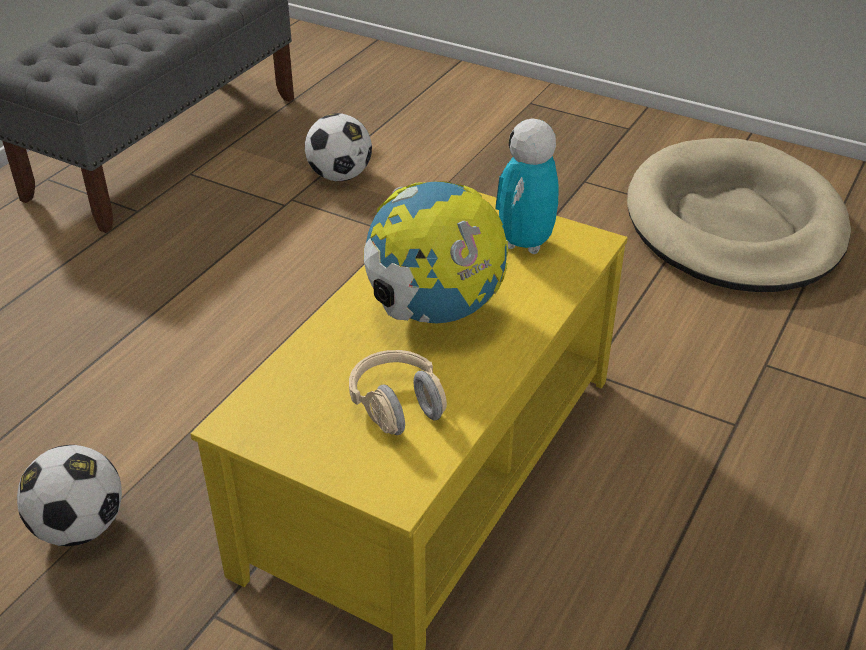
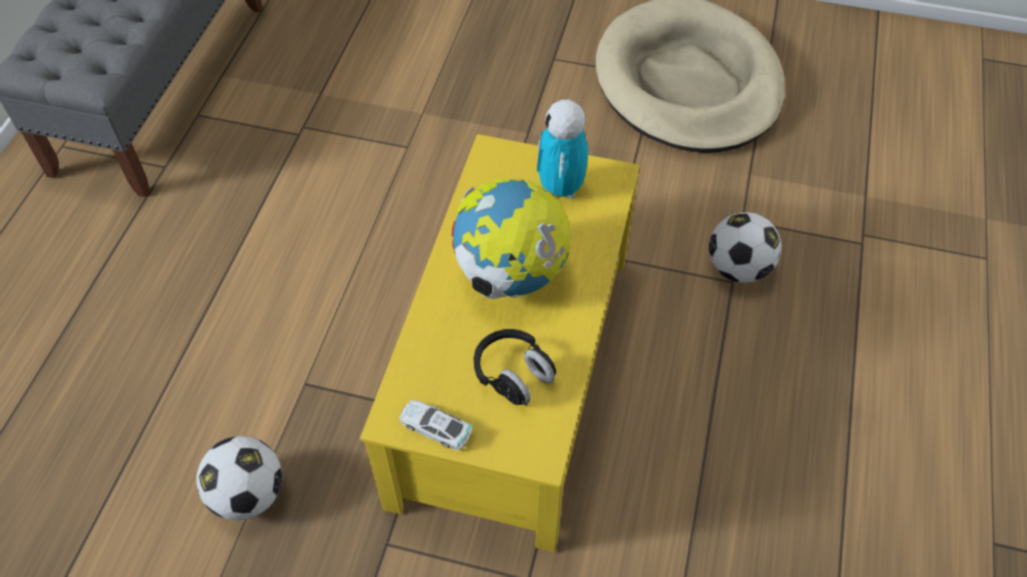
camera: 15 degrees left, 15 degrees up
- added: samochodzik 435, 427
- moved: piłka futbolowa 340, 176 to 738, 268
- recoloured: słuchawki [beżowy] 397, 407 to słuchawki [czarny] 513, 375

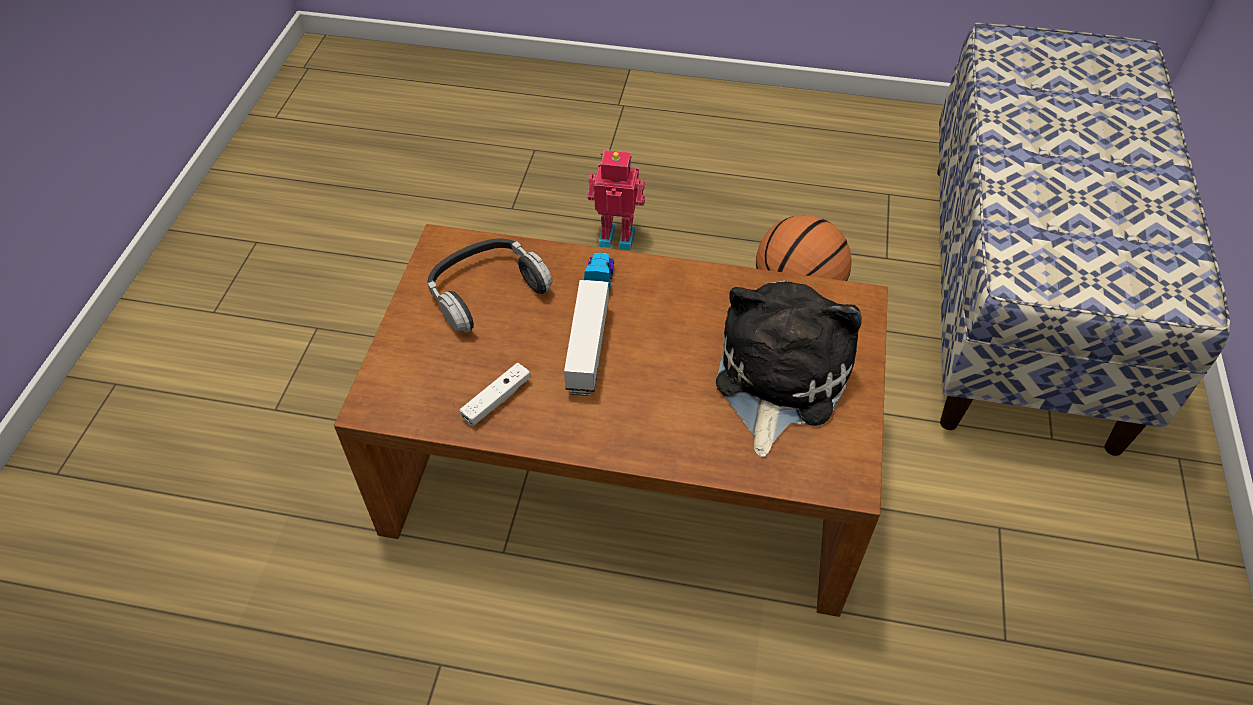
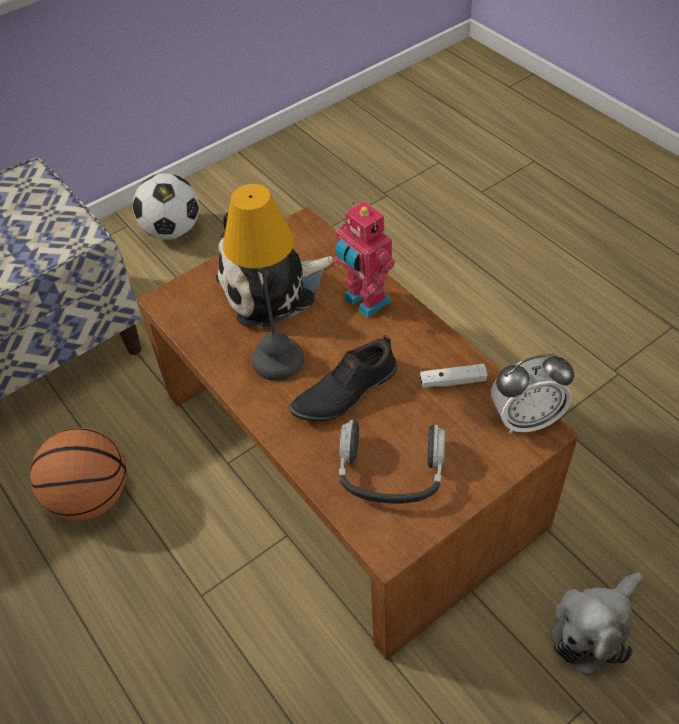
camera: 135 degrees left, 0 degrees up
- added: piłka futbolowa 172, 231
- added: lampa stołowa 279, 359
- added: budzik 525, 419
- added: pluszak 593, 628
- moved: robot zabawkowy 617, 236 to 364, 301
- replaced: ciężarówka zabawkowa 591, 328 to but [czarny] 344, 391

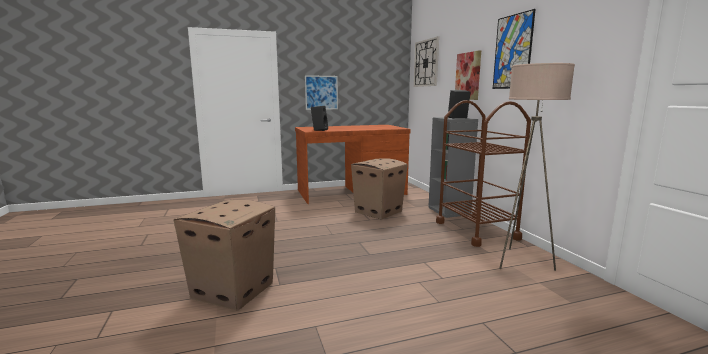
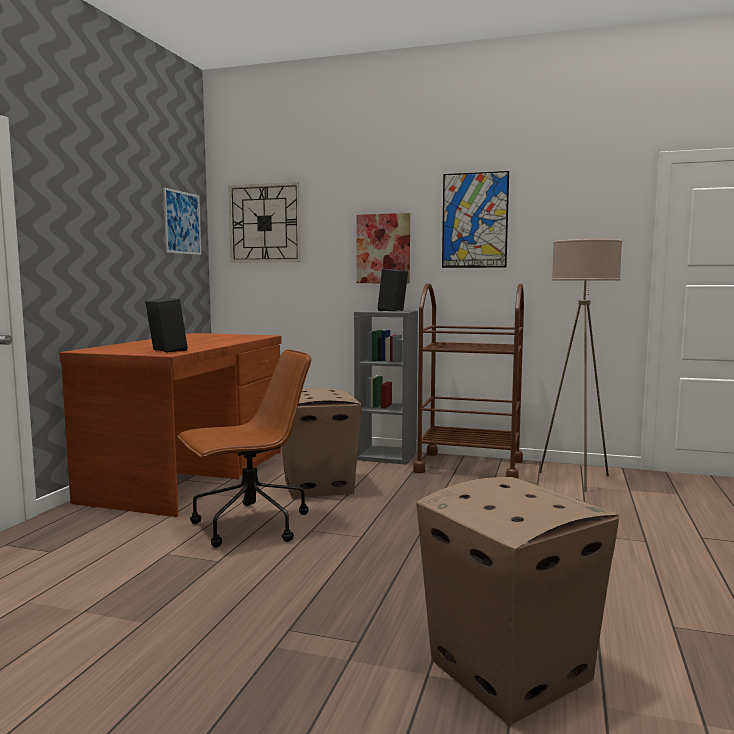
camera: 55 degrees left, 5 degrees down
- added: krzesło biurowe [brązowy] 249, 526
- moved: obraz 321, 92 to 182, 222

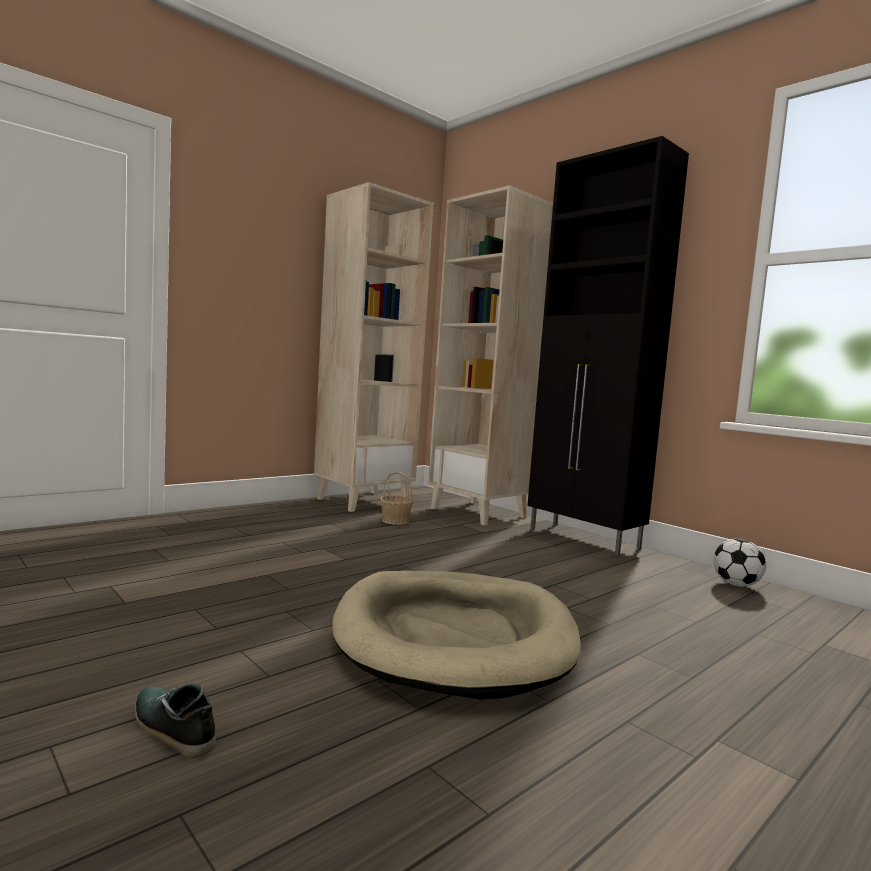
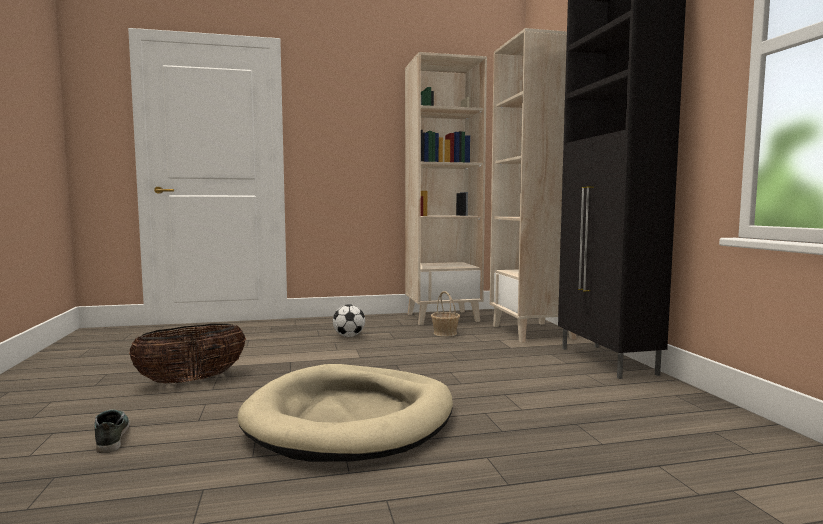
camera: 30 degrees right, 0 degrees up
- added: koszyk 191, 380
- moved: piłka futbolowa 736, 585 to 349, 336

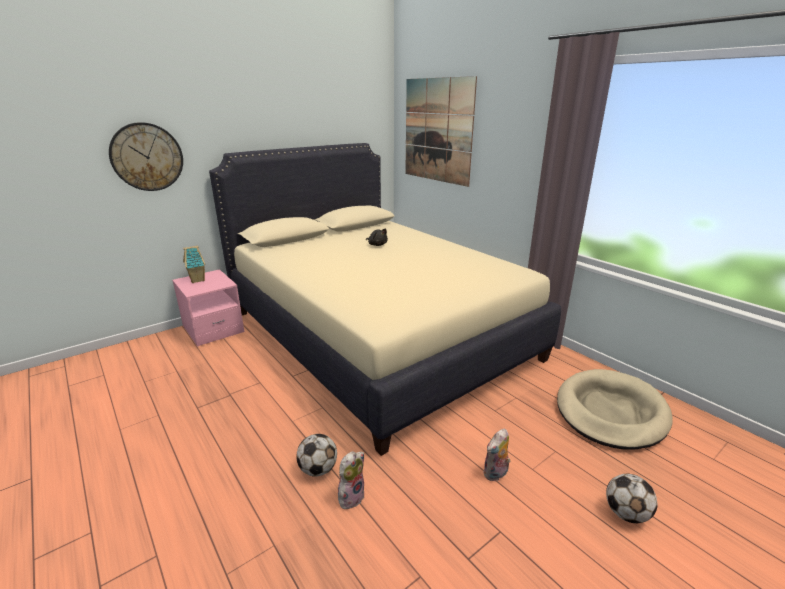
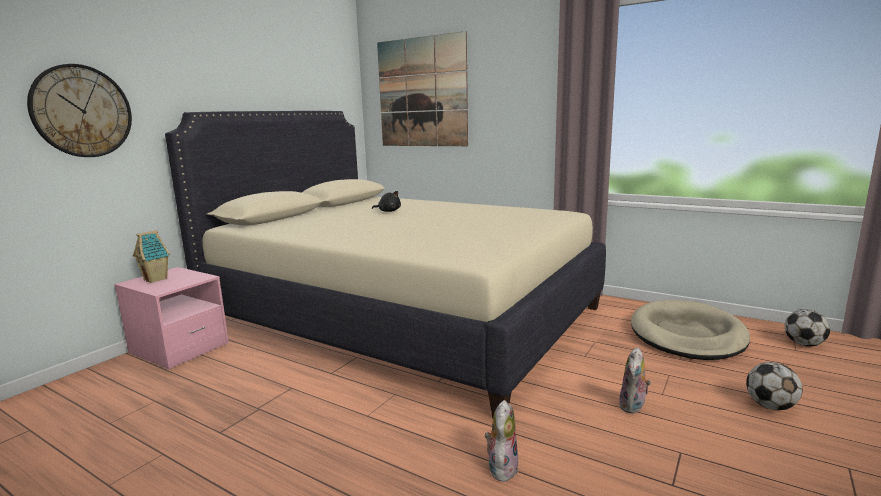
camera: 20 degrees left, 10 degrees down
- moved: piłka futbolowa 318, 469 to 804, 344

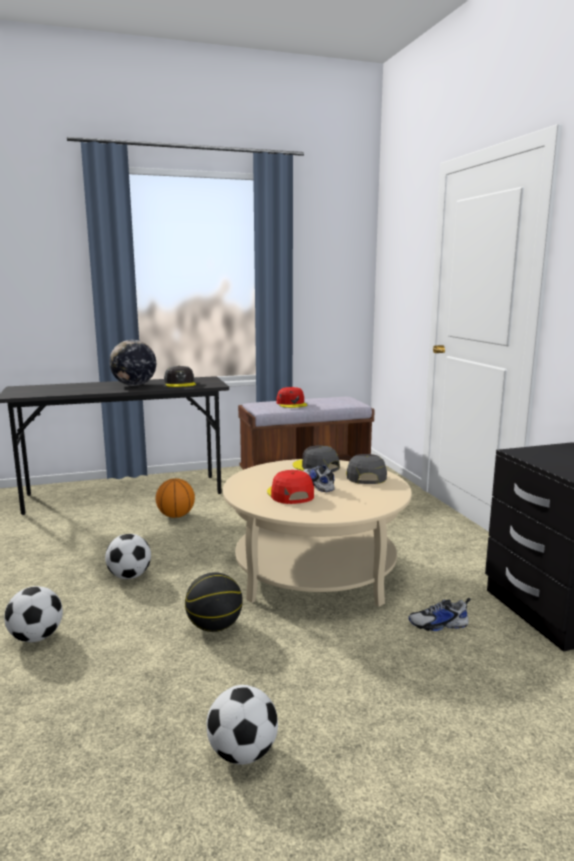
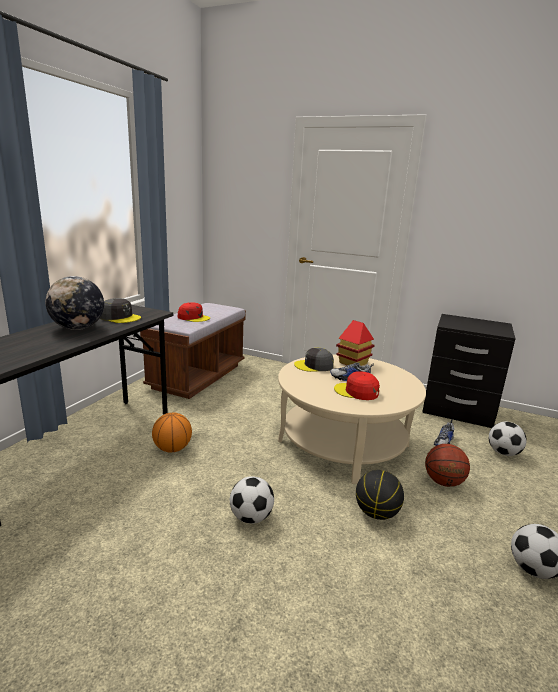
camera: 50 degrees left, 5 degrees up
- added: piłka do koszykówki 443, 482
- moved: piłka futbolowa 37, 637 to 503, 453
- replaced: czapka z daszkiem [szary] 365, 476 to domek 353, 363

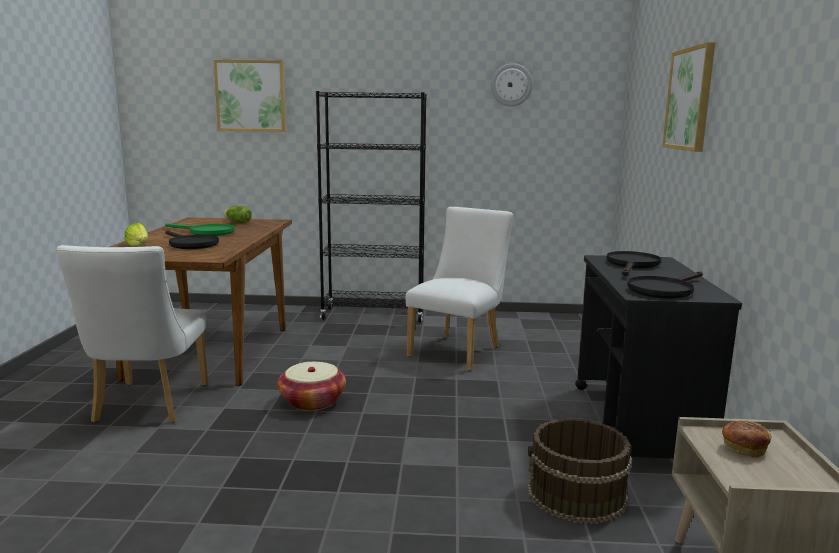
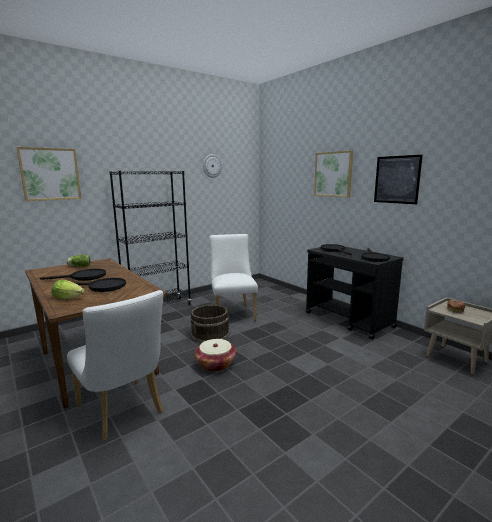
camera: 40 degrees left, 0 degrees up
- added: obraz 397, 179
- moved: wiadro [brązowy] 576, 495 to 210, 334
- recoloured: patelnia [zielony] 206, 232 to patelnia [czarny] 83, 277

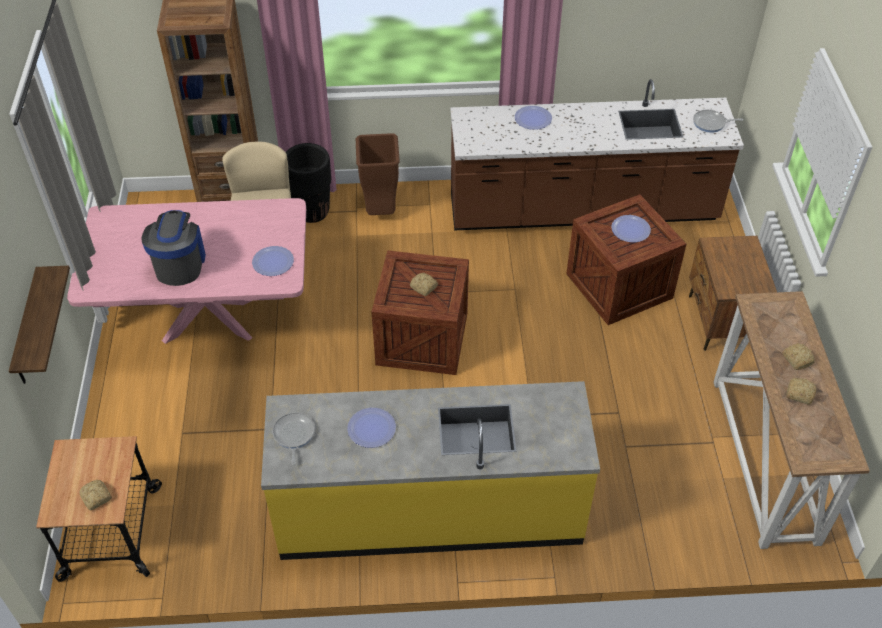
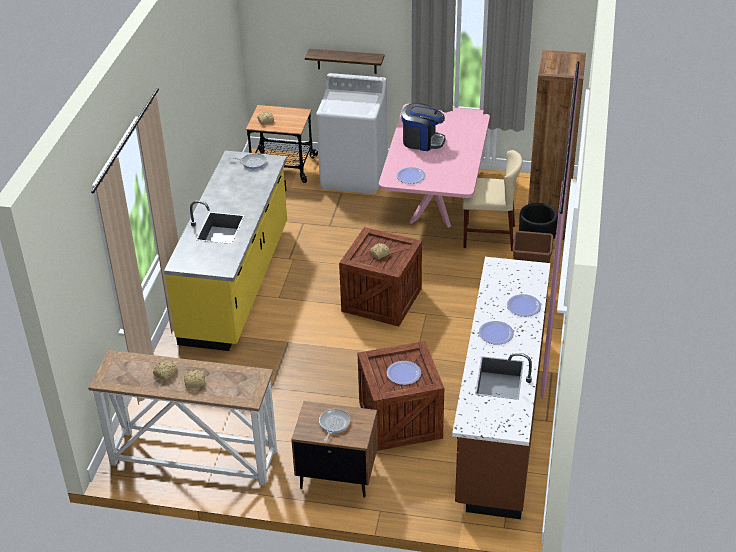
camera: 105 degrees right, 10 degrees down
- added: pralka [biały] 354, 175
- moved: talerz 371, 428 to 496, 333
- moved: patelnia 711, 123 to 333, 424

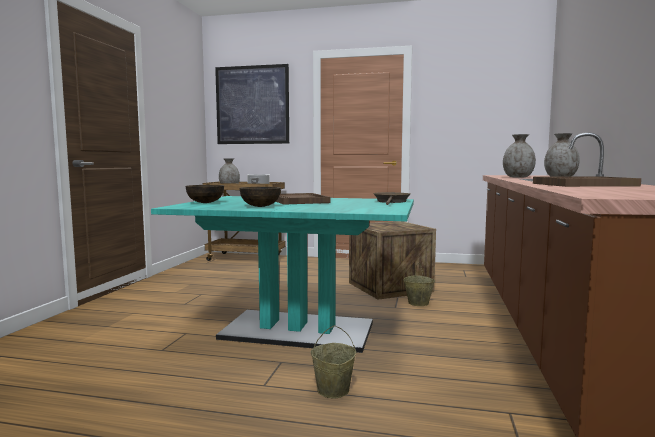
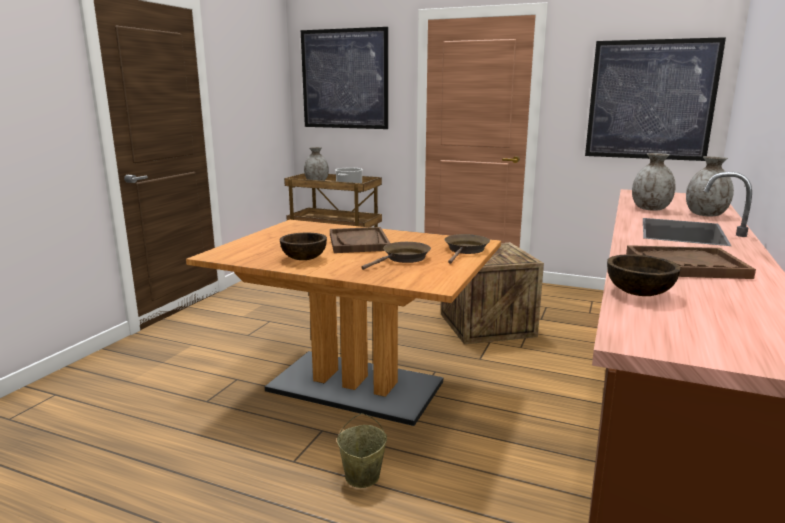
camera: 10 degrees right, 10 degrees up
- removed: wiadro [beżowy] 418, 303
- added: patelnia [brązowy] 403, 259
- added: obraz 650, 100
- moved: miska [brązowy] 205, 202 to 638, 293
- recoloured: stół jadalny [turkusowy] 298, 331 to stół jadalny [brązowy] 355, 386

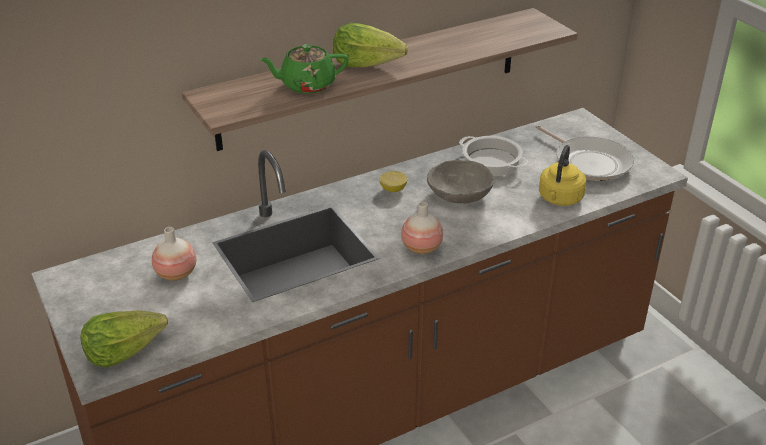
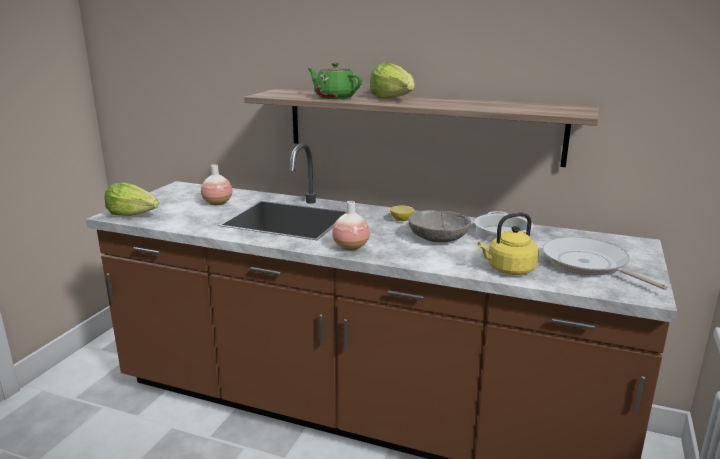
camera: 50 degrees right, 15 degrees down
- turned: patelnia 589, 162 = 588, 264 135 degrees clockwise

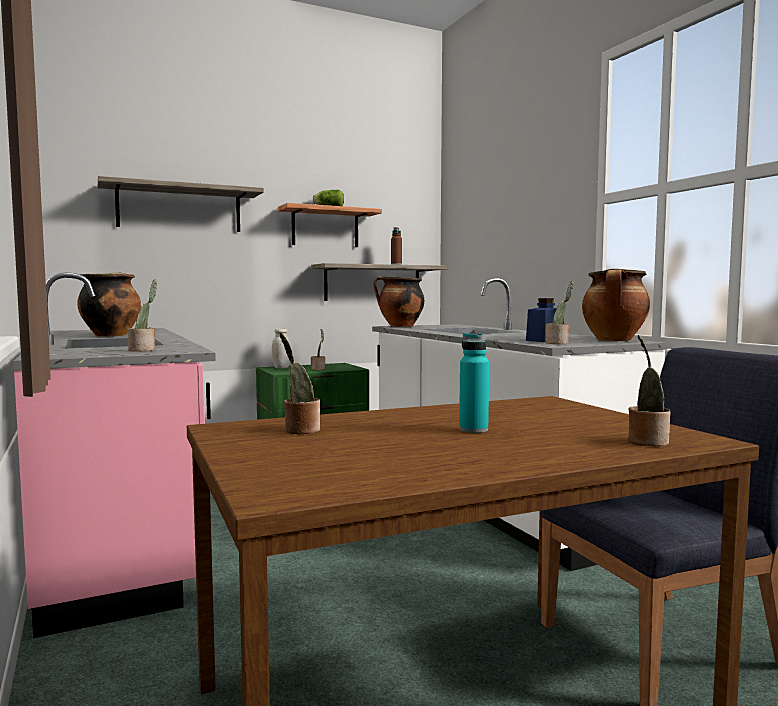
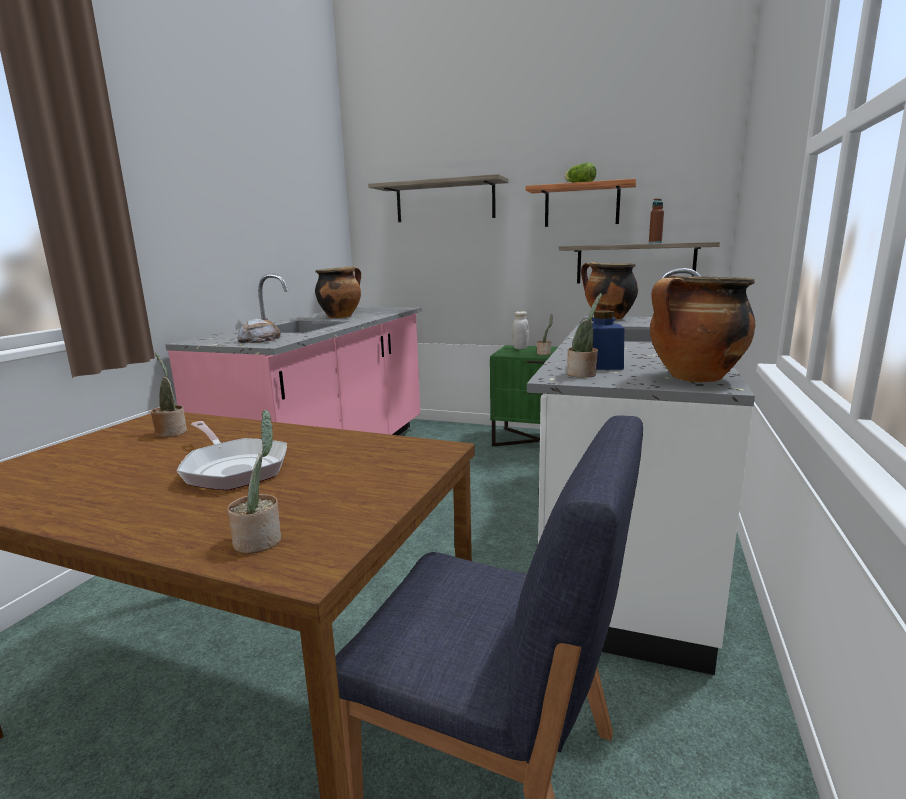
camera: 45 degrees right, 10 degrees up
- replaced: roślina doniczkowa 144, 350 to chleb 259, 340
- replaced: butelka [turkusowy] 473, 430 to patelnia 233, 468

